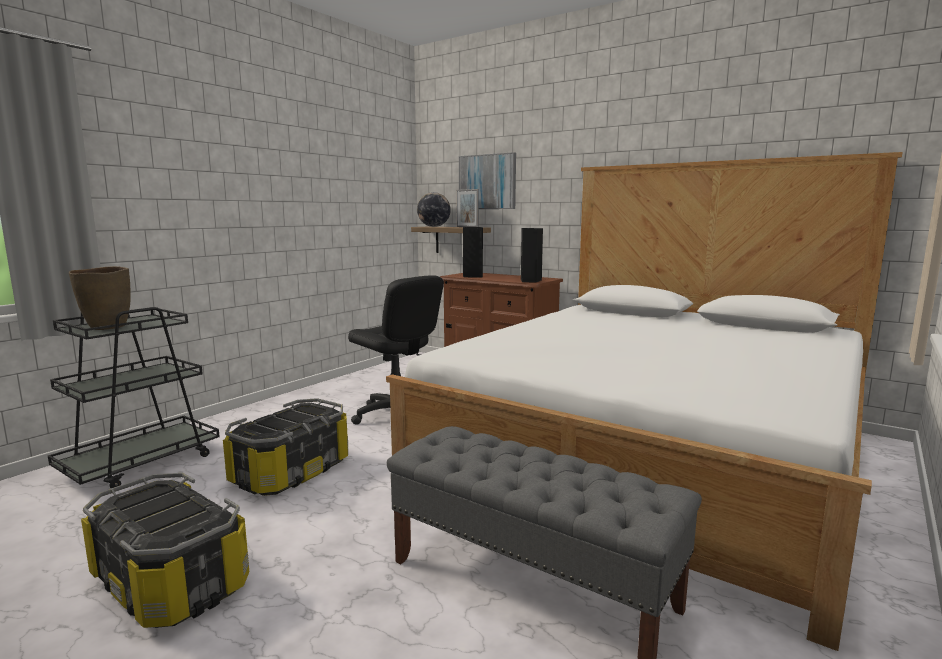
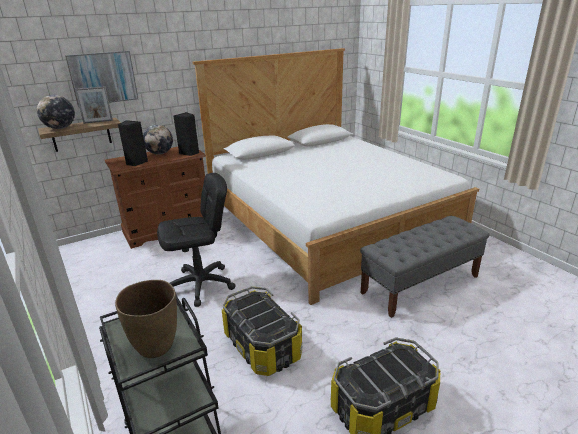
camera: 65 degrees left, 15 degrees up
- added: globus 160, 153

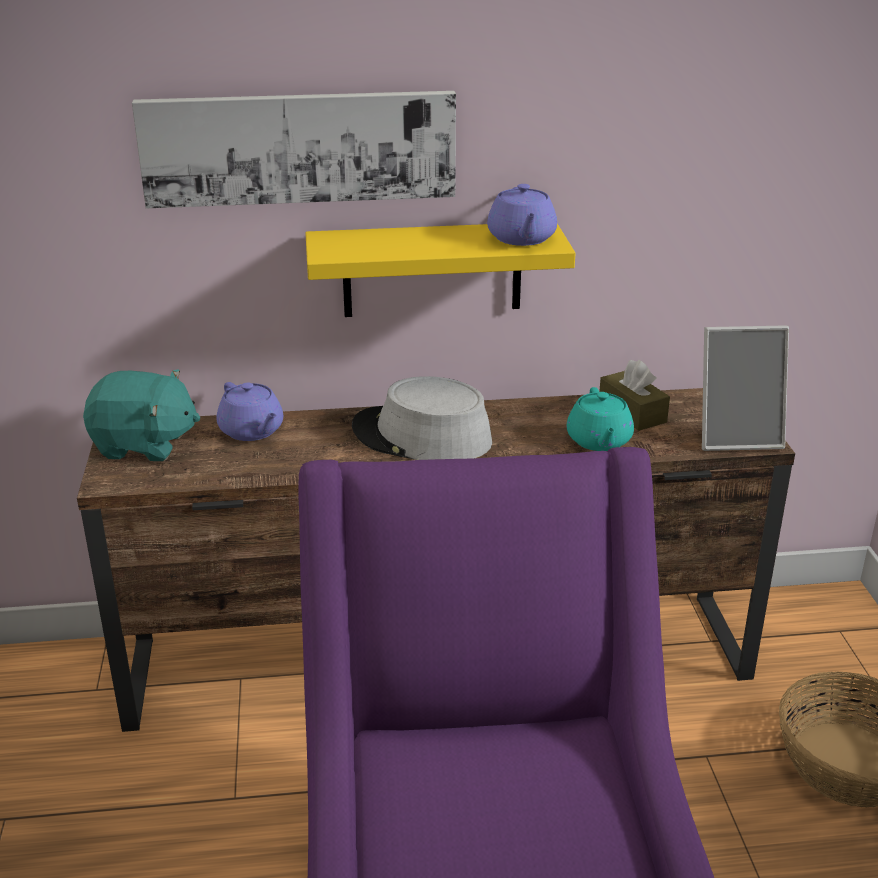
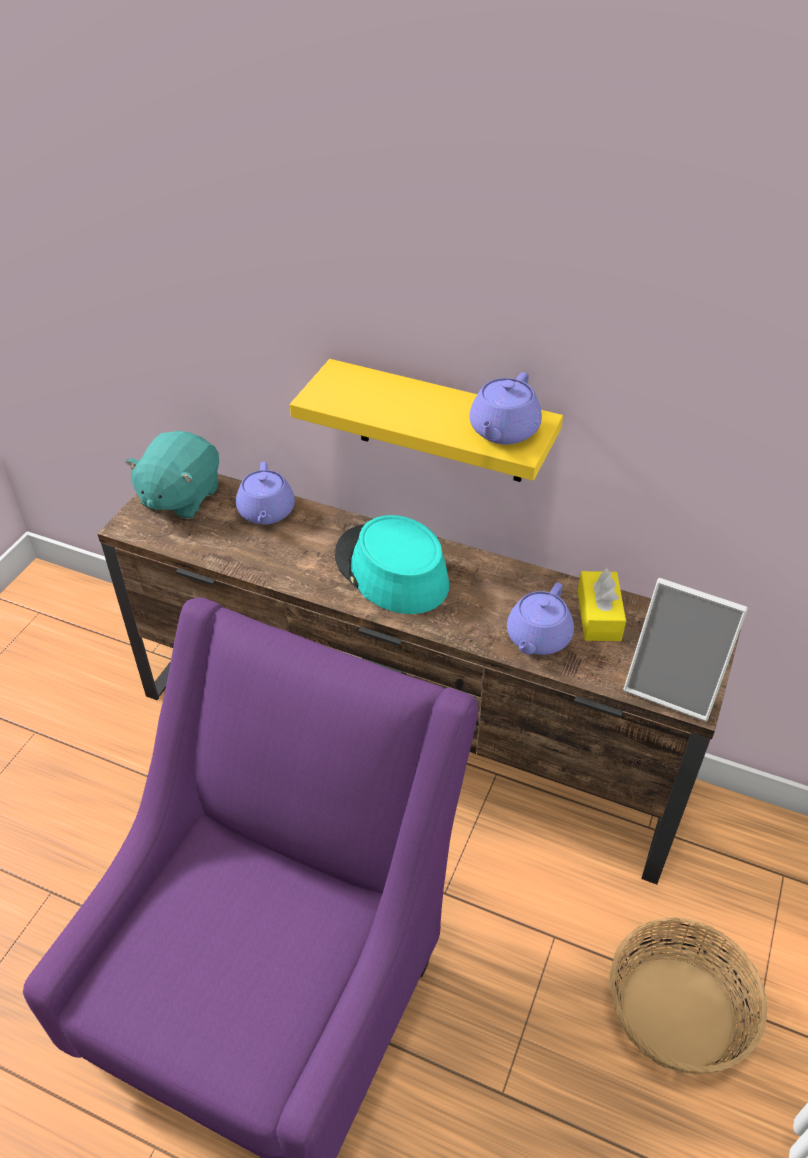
camera: 30 degrees right, 15 degrees up
- removed: obraz 299, 147
- recoloured: kapelusz [szary] 421, 436 to kapelusz [turkusowy] 391, 571
- recoloured: imbryk [turkusowy] 599, 441 to imbryk [fioletowy] 537, 638
- recoloured: pudełko chusteczek [brązowy] 632, 412 to pudełko chusteczek [żółty] 598, 616
- turned: pluszak [turkusowy] 144, 445 = 180, 497 75 degrees clockwise

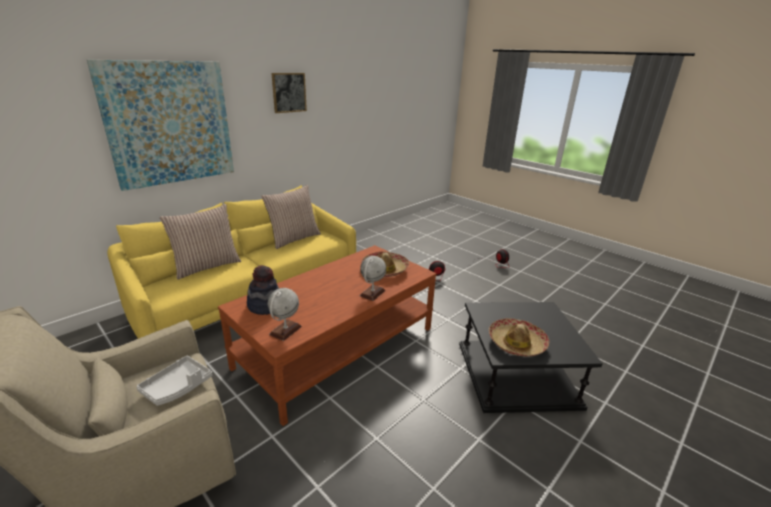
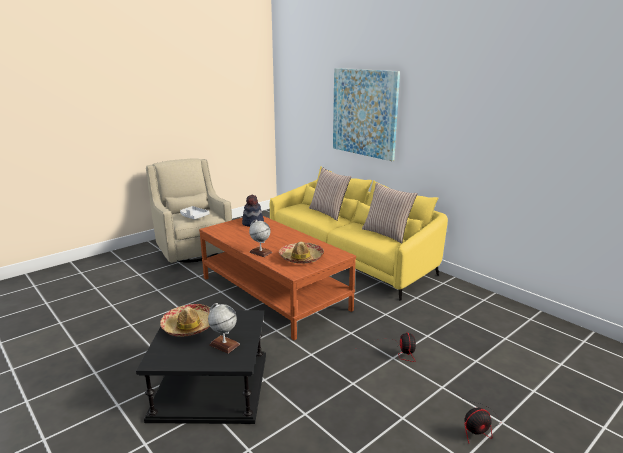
camera: 95 degrees right, 5 degrees down
- removed: obraz 289, 92
- moved: globus 285, 330 to 224, 345

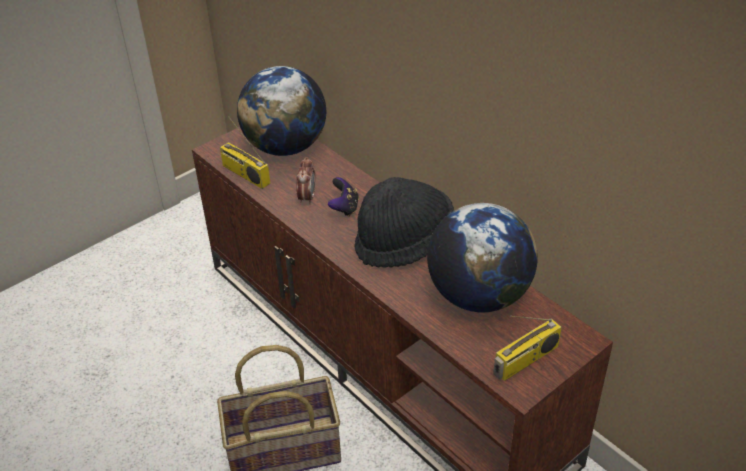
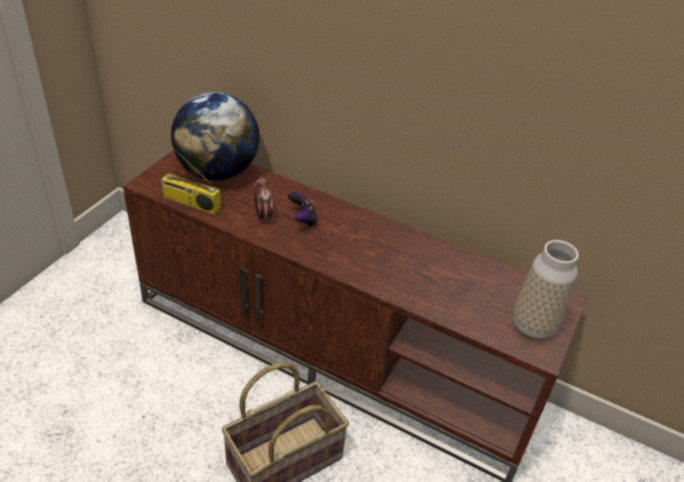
camera: 25 degrees left, 0 degrees up
- removed: kapelusz [czarny] 404, 242
- removed: globus 478, 295
- replaced: radio 526, 361 to wazon 532, 328

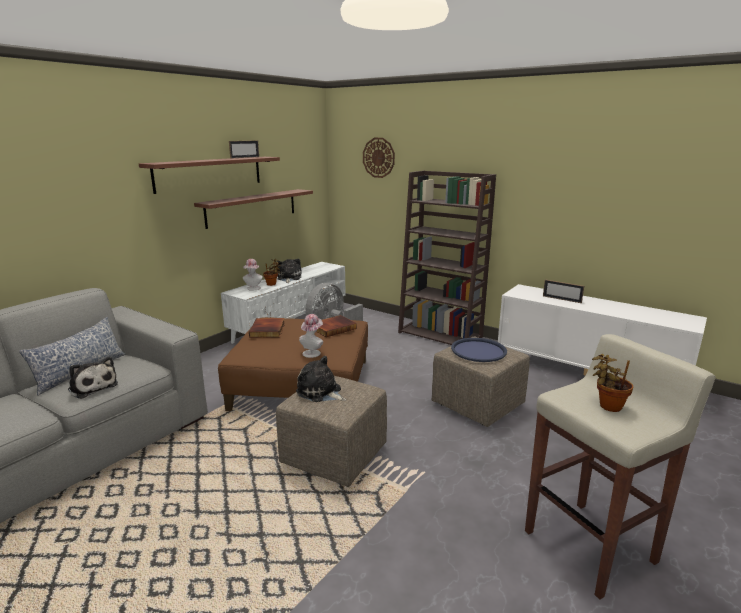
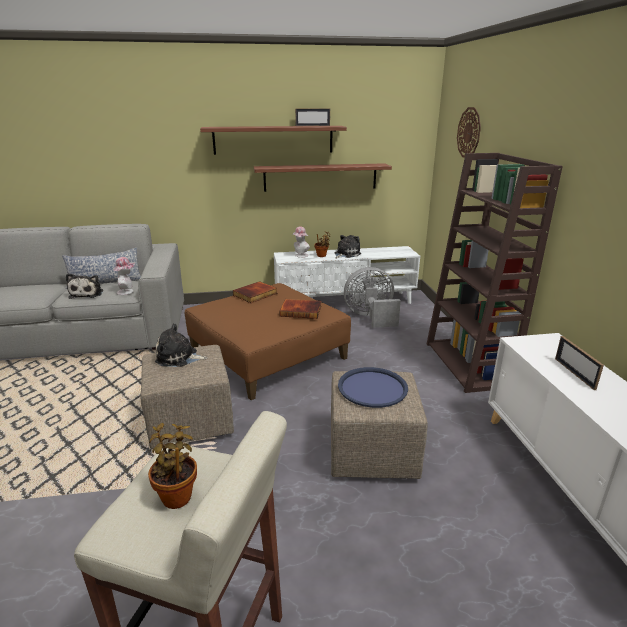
camera: 45 degrees right, 5 degrees up
- moved: kapelusz 312, 352 to 127, 291
- turned: pluszak 320, 392 = 179, 358 75 degrees counterclockwise

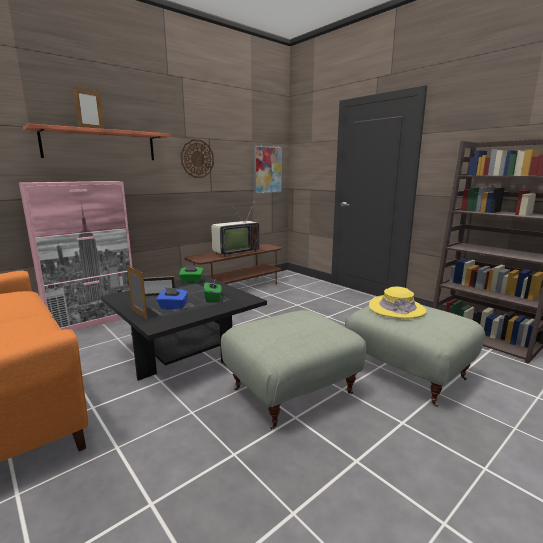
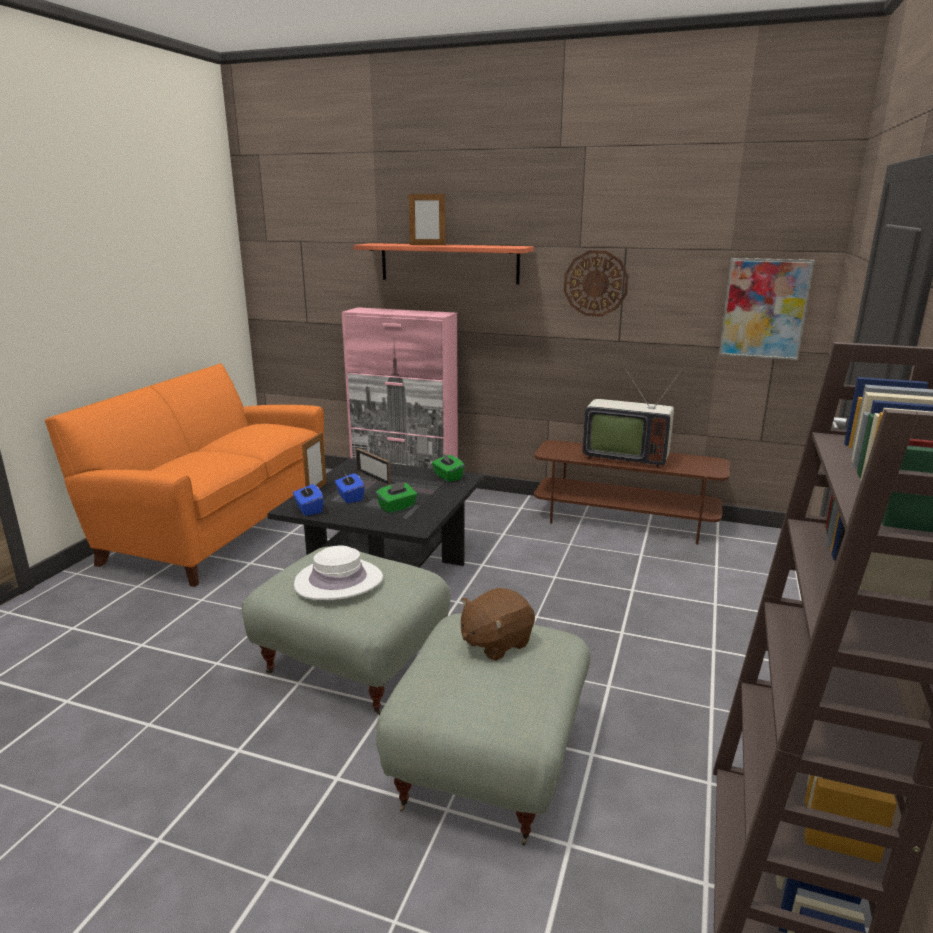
camera: 60 degrees right, 5 degrees up
- added: pudełko chusteczek [niebieski] 309, 509
- added: kapelusz [biały] 338, 581
- replaced: kapelusz [żółty] 396, 308 to pluszak [brązowy] 495, 643

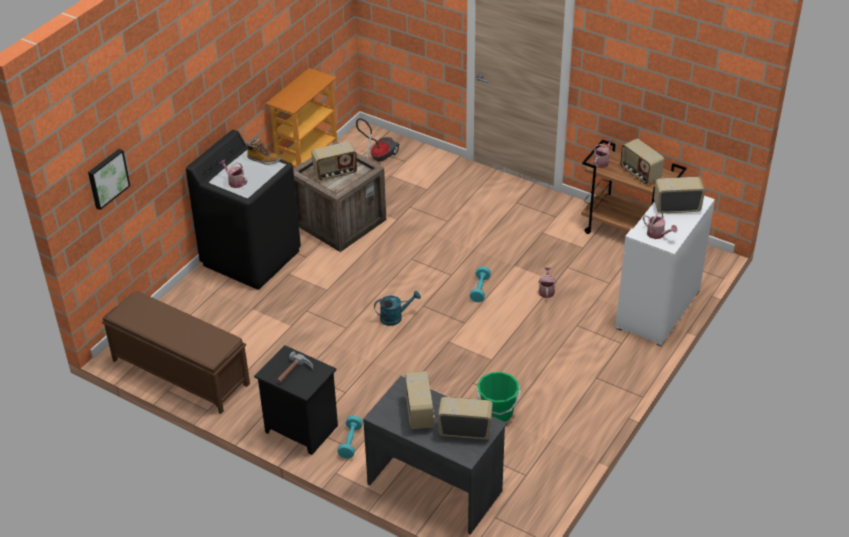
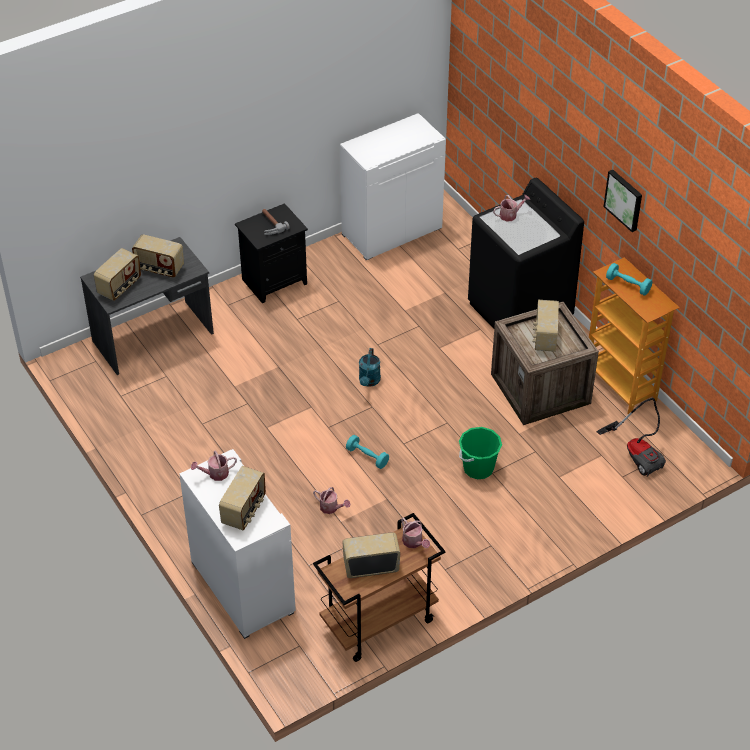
camera: 115 degrees right, 5 degrees up
- removed: but z cholewką 263, 160
- moved: obraz 107, 178 to 624, 199
- moved: hantel [turkusowy] 350, 442 to 628, 285
- moved: wiadro [zielony] 497, 413 to 478, 468
- replaced: ławka [brązowy] 179, 372 to szafka [biały] 391, 231

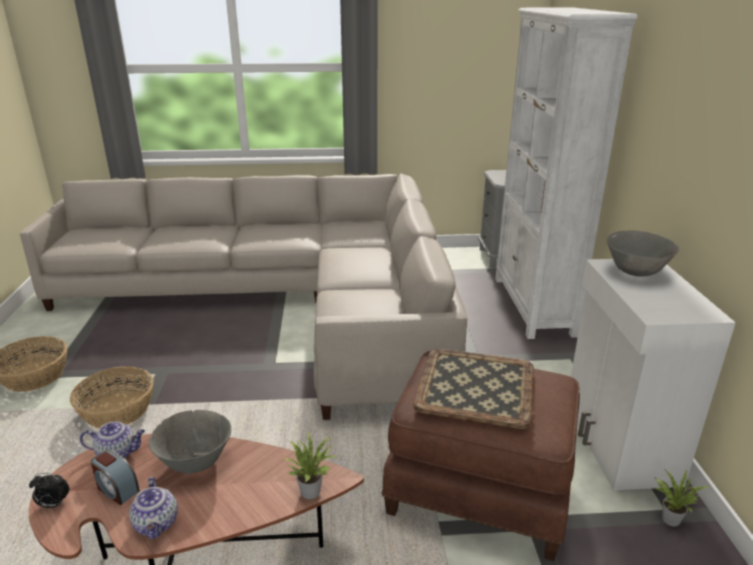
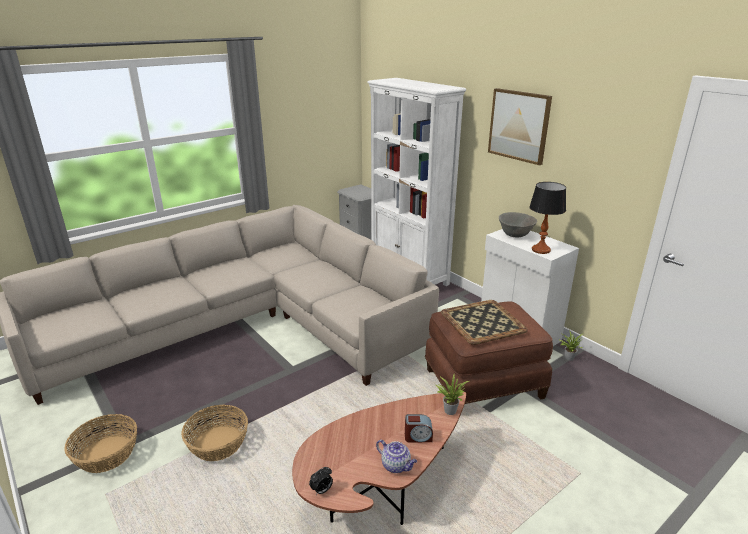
camera: 35 degrees left, 0 degrees up
- removed: imbryk 118, 453
- removed: miska [szary] 195, 462
- added: obraz 519, 125
- added: lampa stołowa 540, 250
- moved: budzik 117, 489 to 418, 437

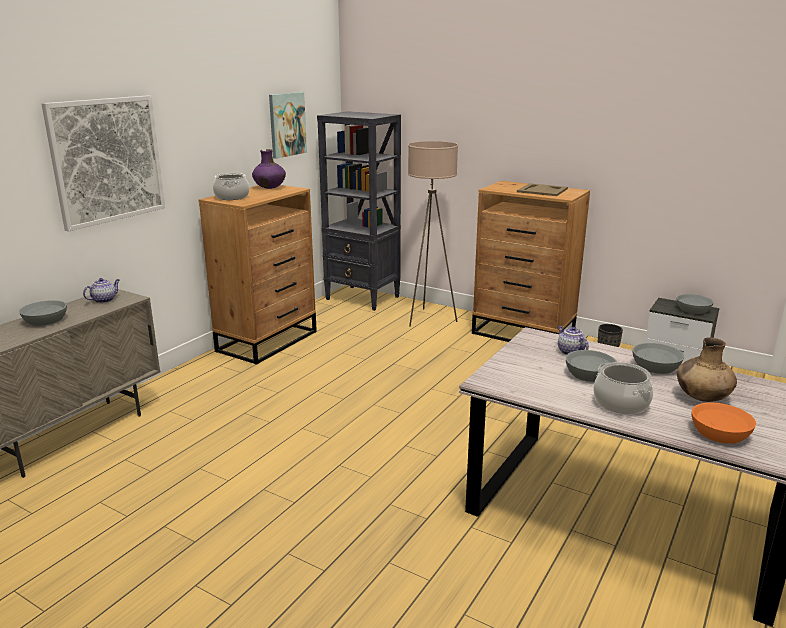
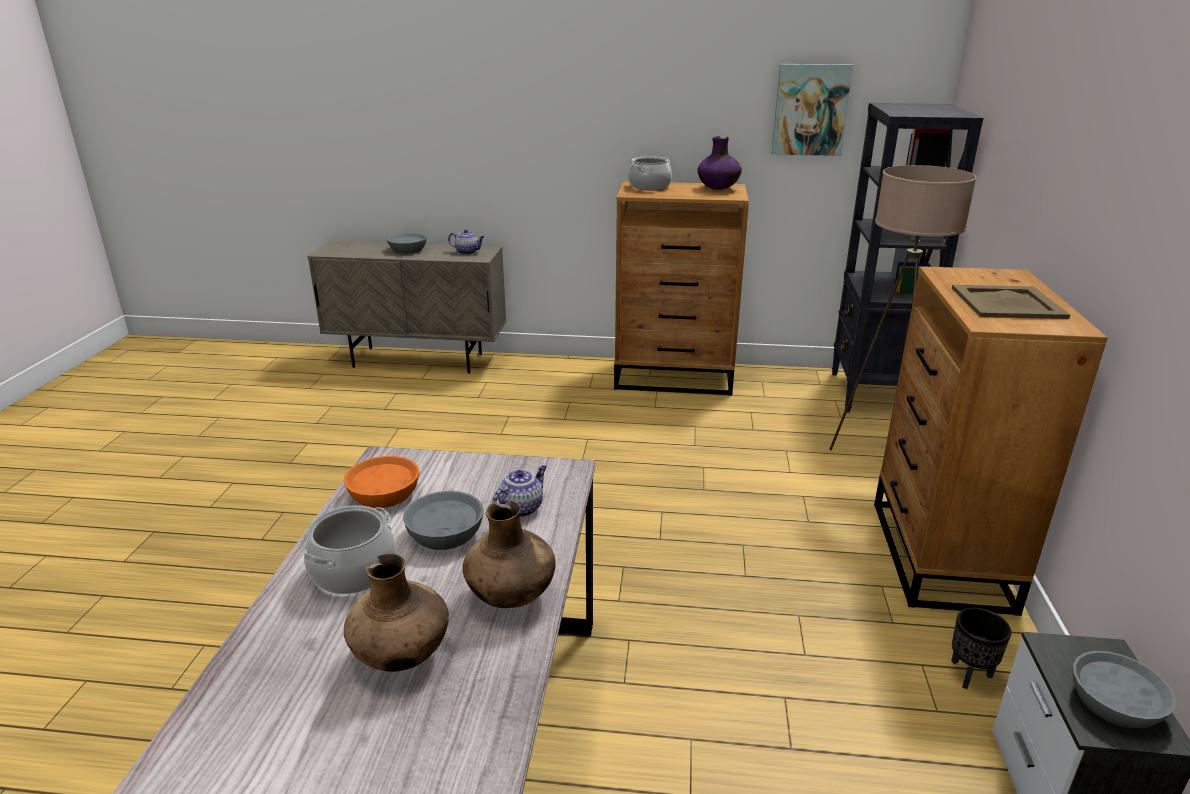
camera: 65 degrees right, 5 degrees up
- removed: obraz 107, 160
- moved: miska [pomarańczowy] 719, 432 to 385, 494
- replaced: miska [szary] 656, 366 to wazon [brązowy] 512, 595

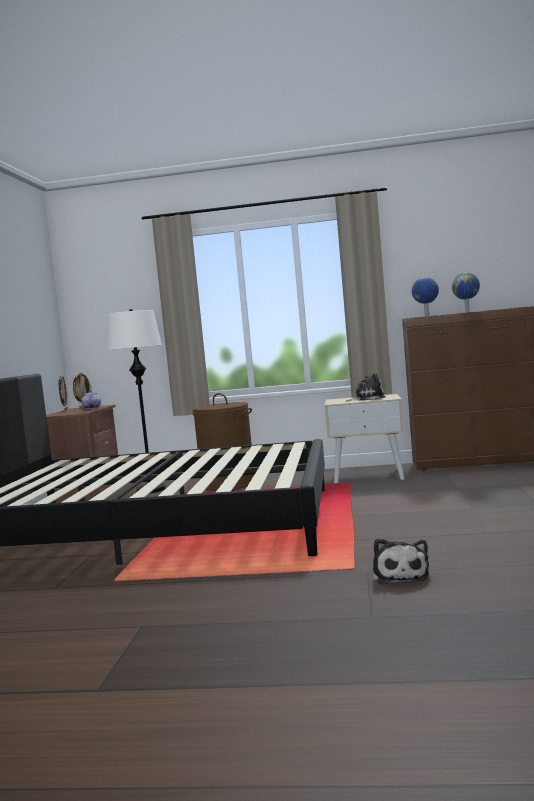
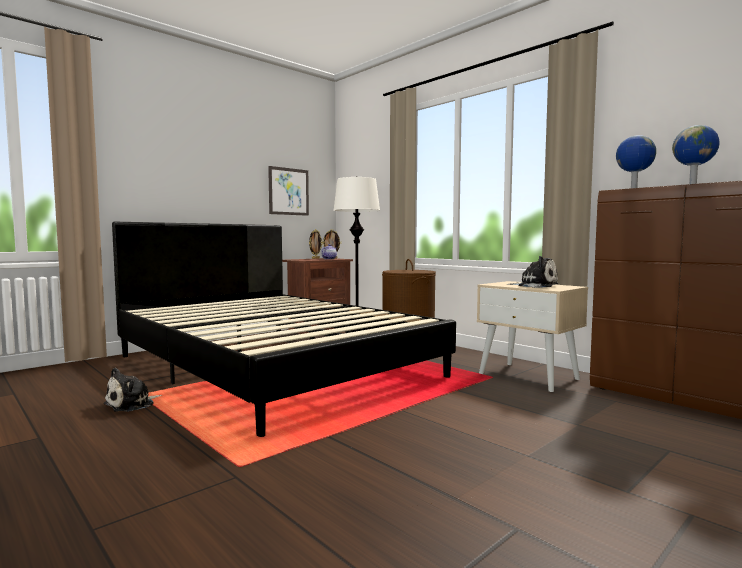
camera: 40 degrees right, 0 degrees up
- added: obraz 289, 191
- moved: pluszak 400, 575 to 132, 404

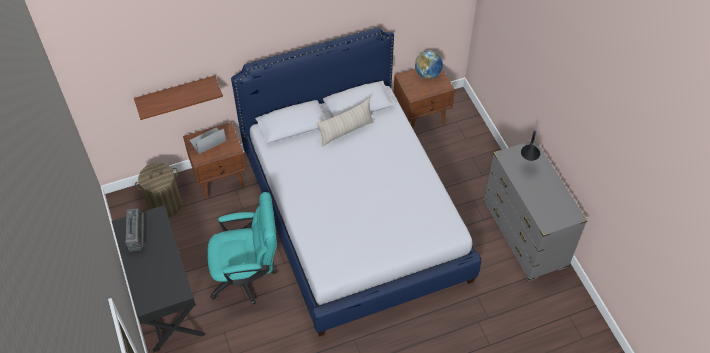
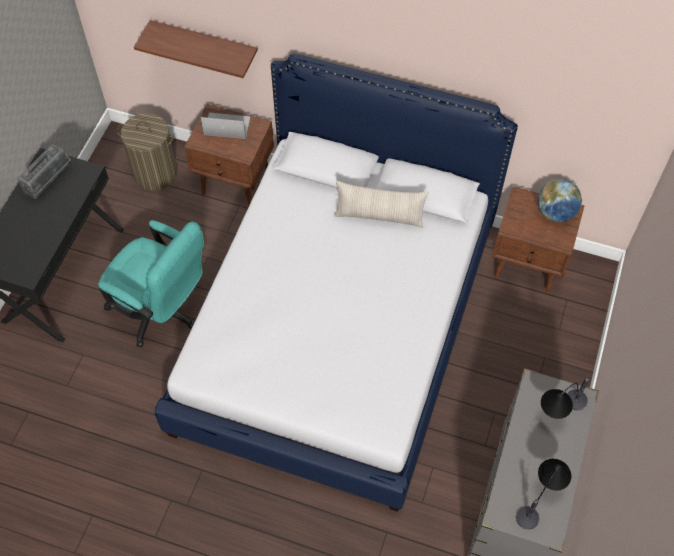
camera: 40 degrees right, 5 degrees up
- added: lampa stołowa 539, 499

